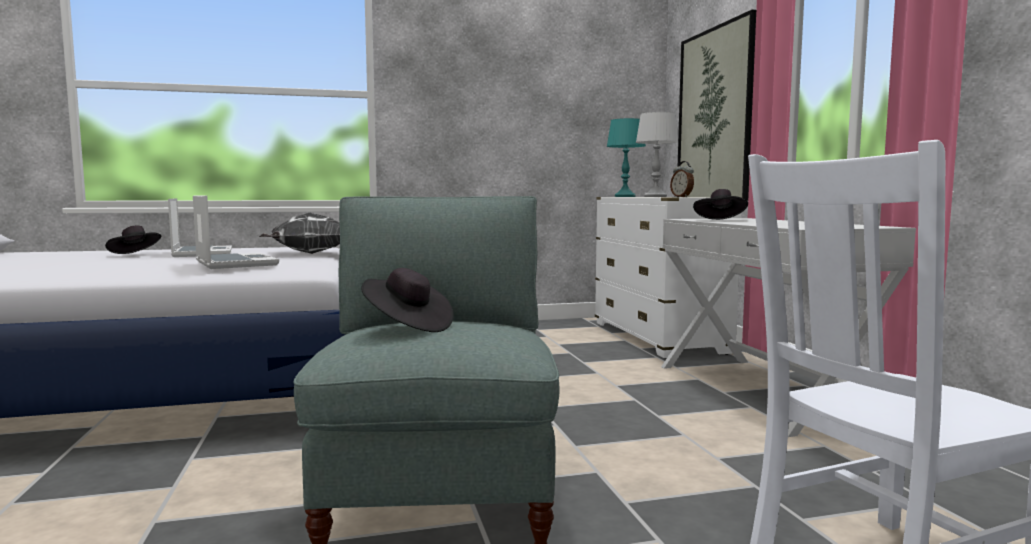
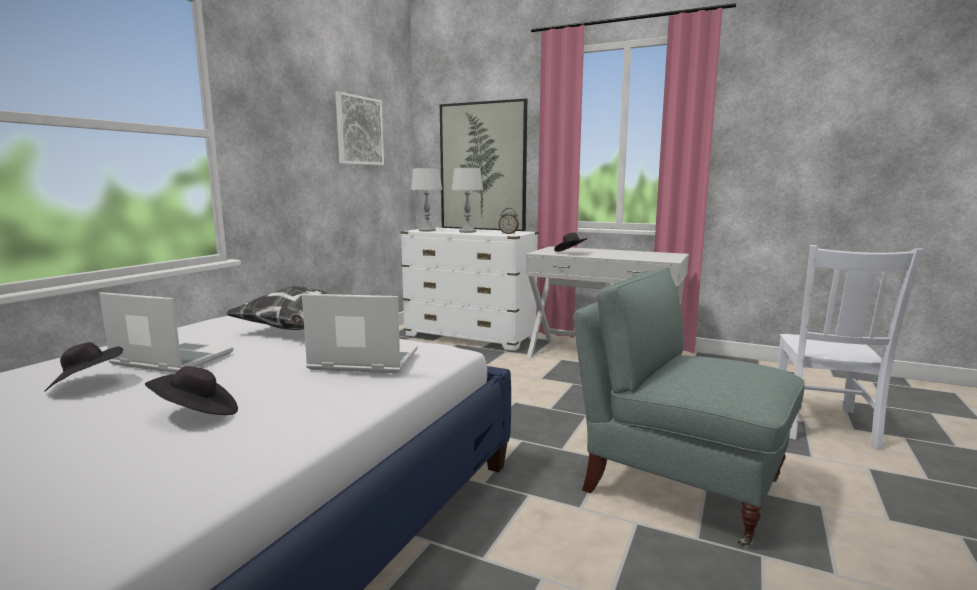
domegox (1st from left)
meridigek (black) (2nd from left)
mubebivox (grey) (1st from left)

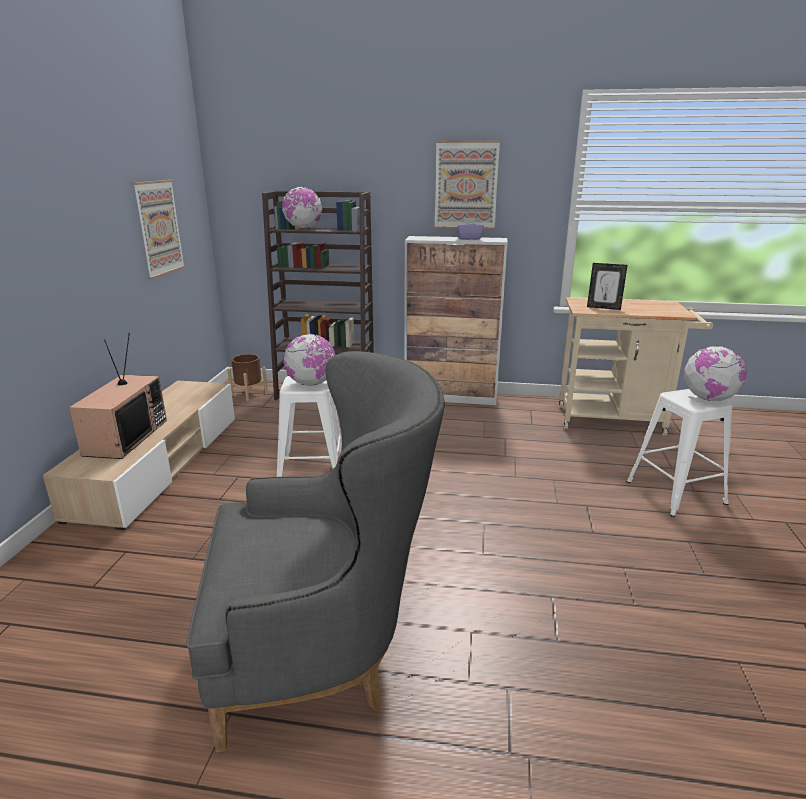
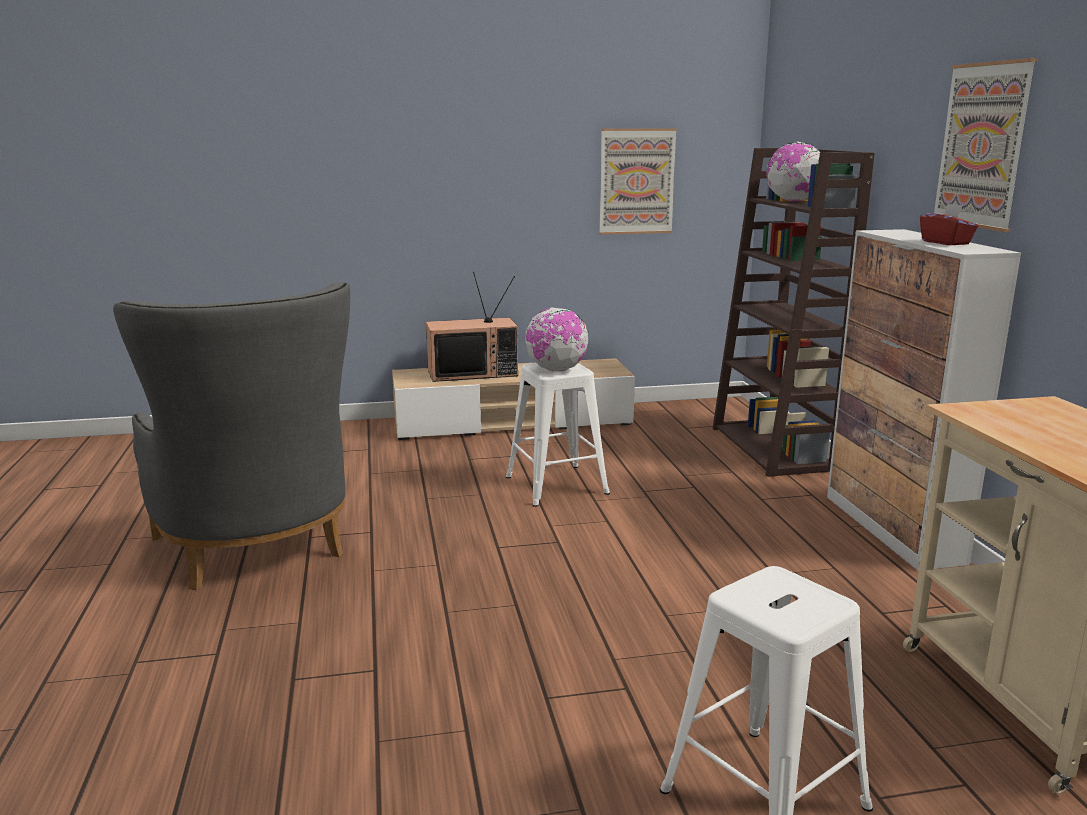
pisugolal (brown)
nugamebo
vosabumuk (3rd from left in the first image)
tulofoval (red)

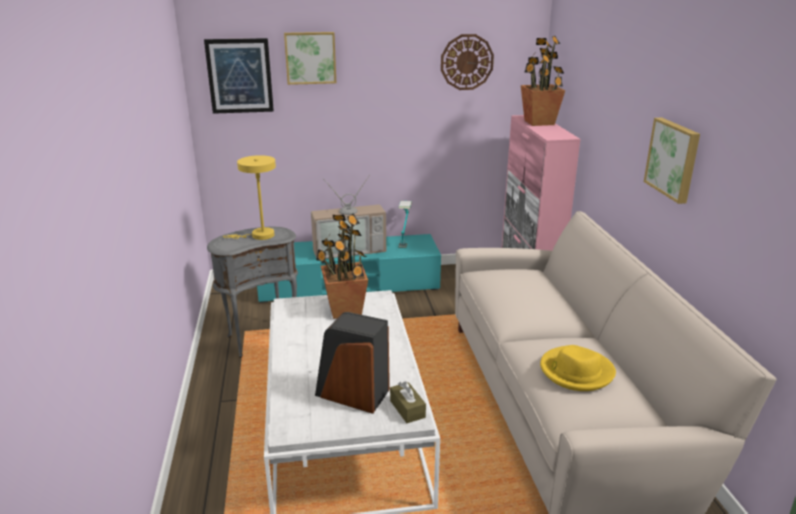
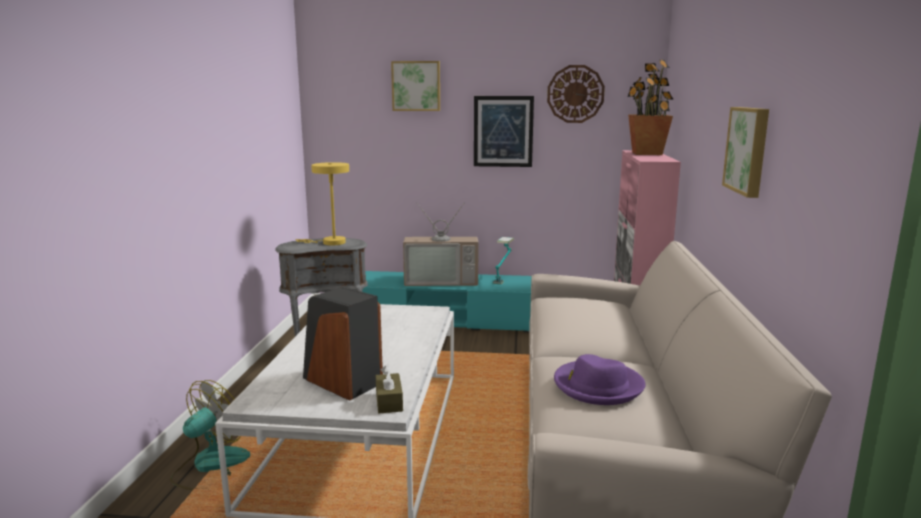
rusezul (1st from left in the first image)
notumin
domegox (2nd from left)
meridigek (purple)

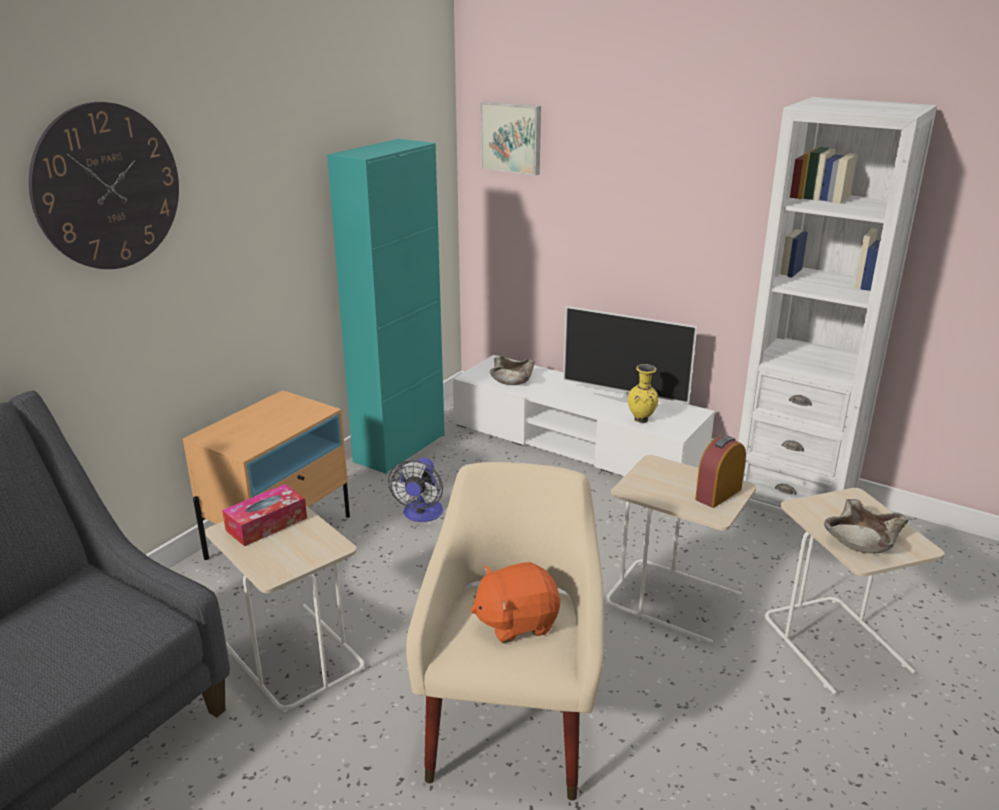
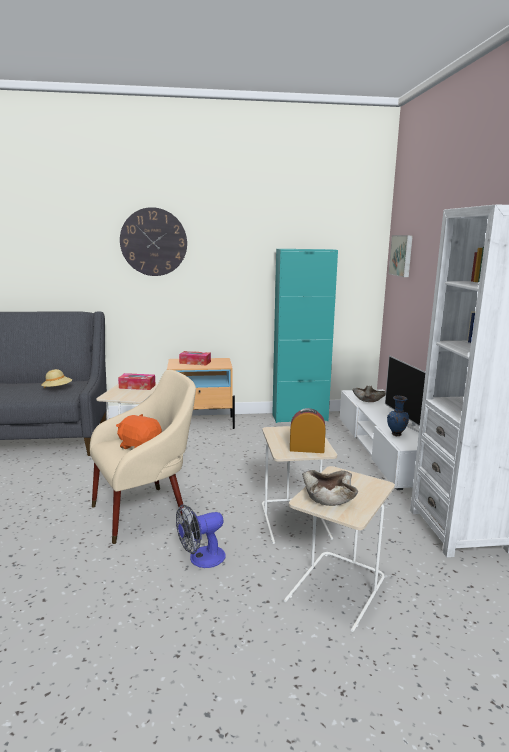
meridigek (beige)
tulofoval (2nd from left)
notumin
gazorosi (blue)

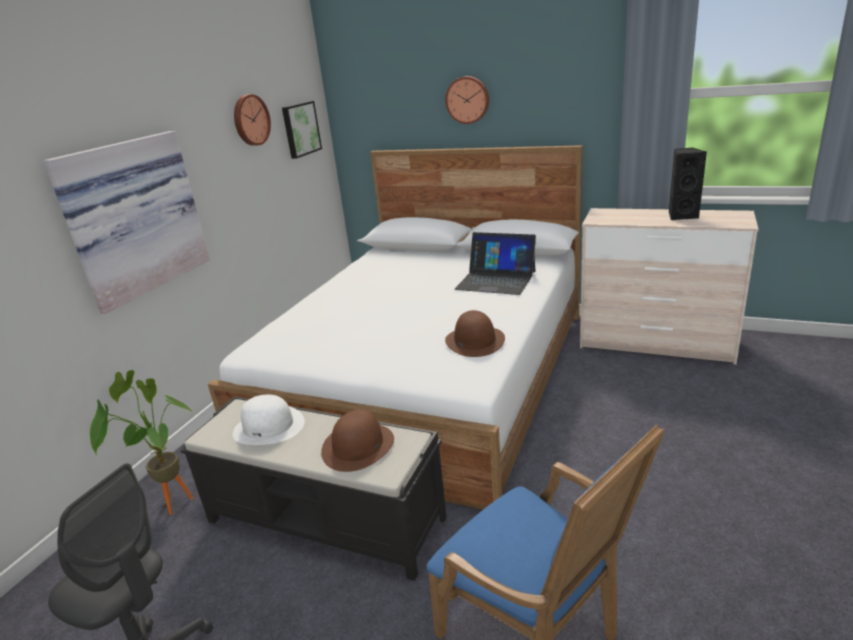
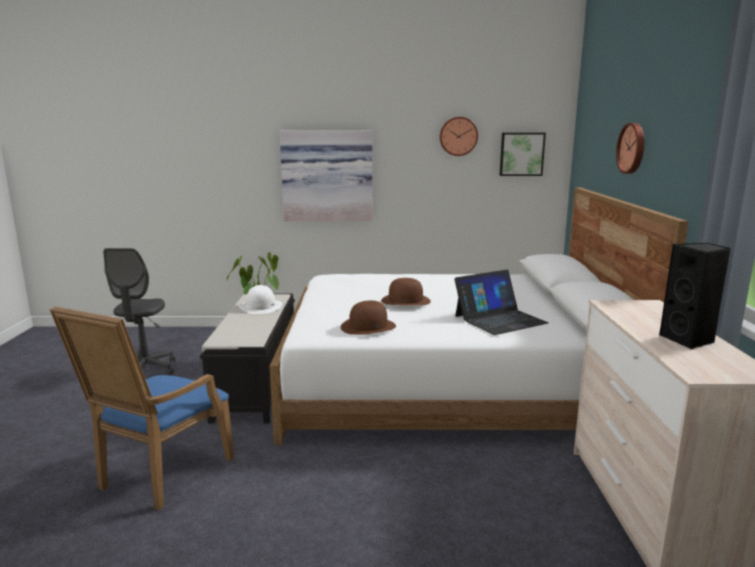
meridigek (brown) (2nd from left)
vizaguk

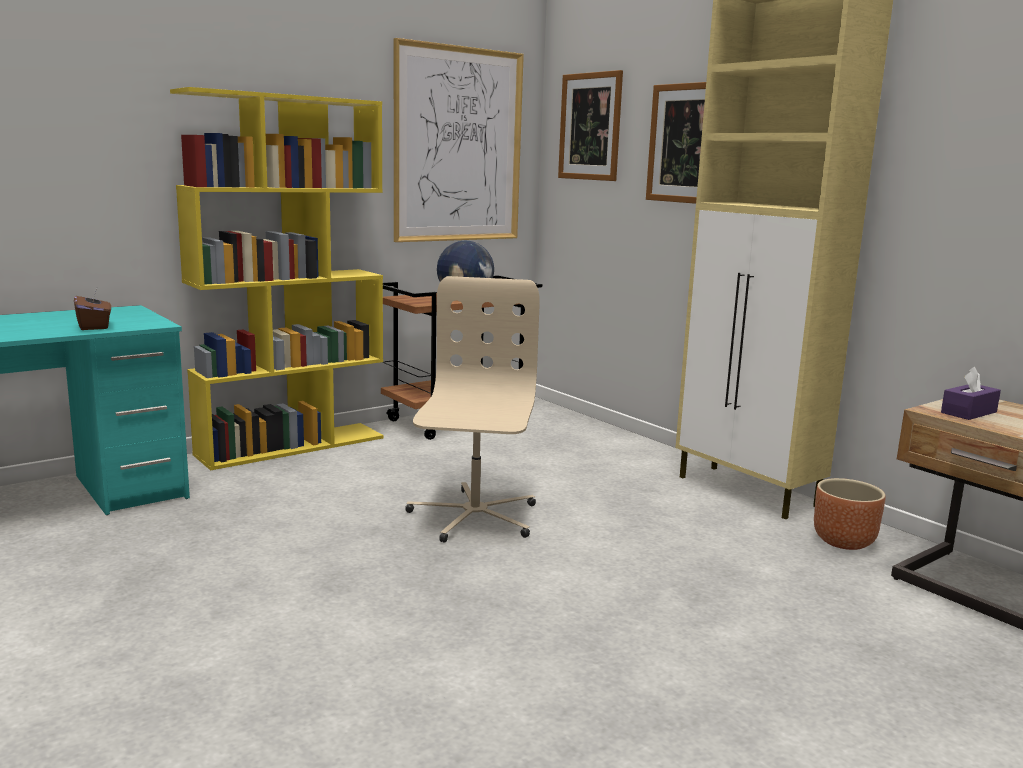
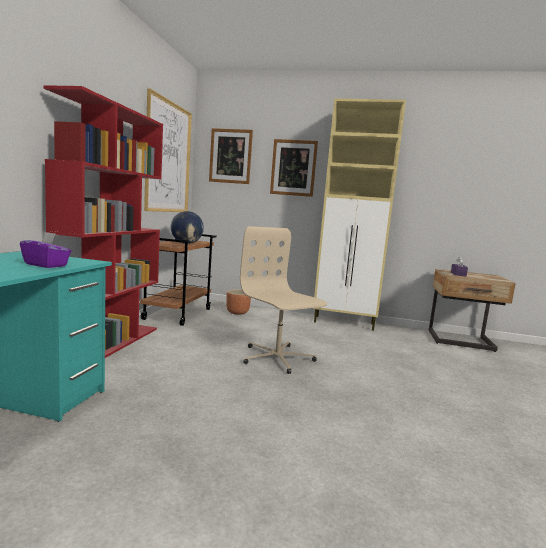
pisugolal (brown)
tulofoval (purple) (1st from left)
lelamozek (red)

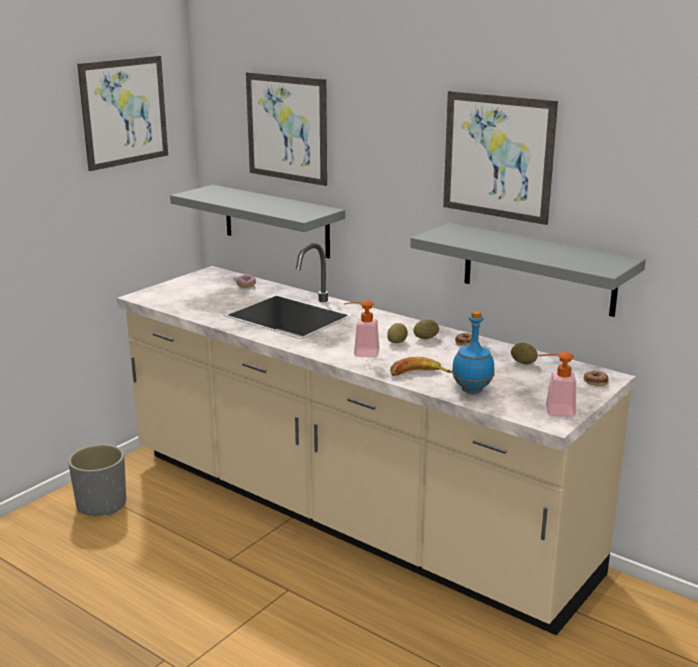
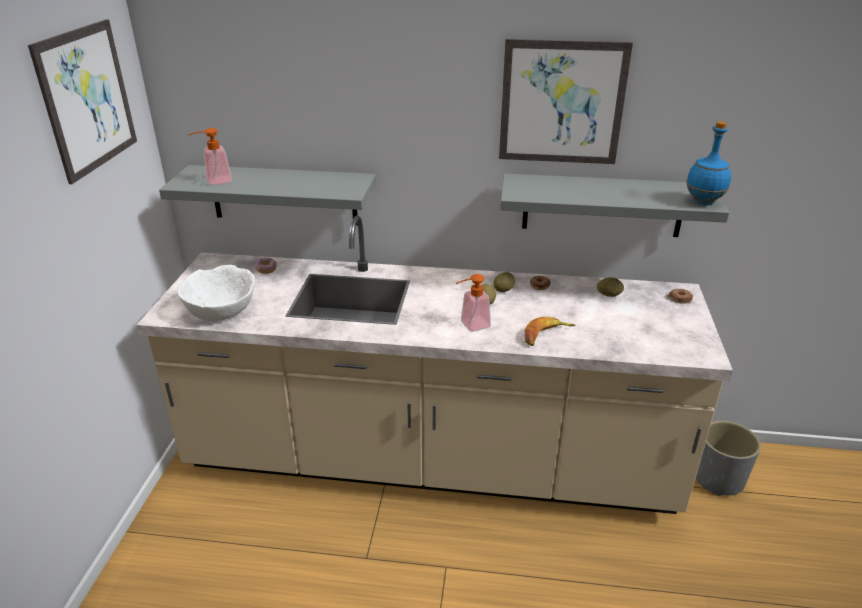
domegox (2nd from left in the first image)
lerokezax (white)
pisugolal (grey)
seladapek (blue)
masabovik (1st from left)

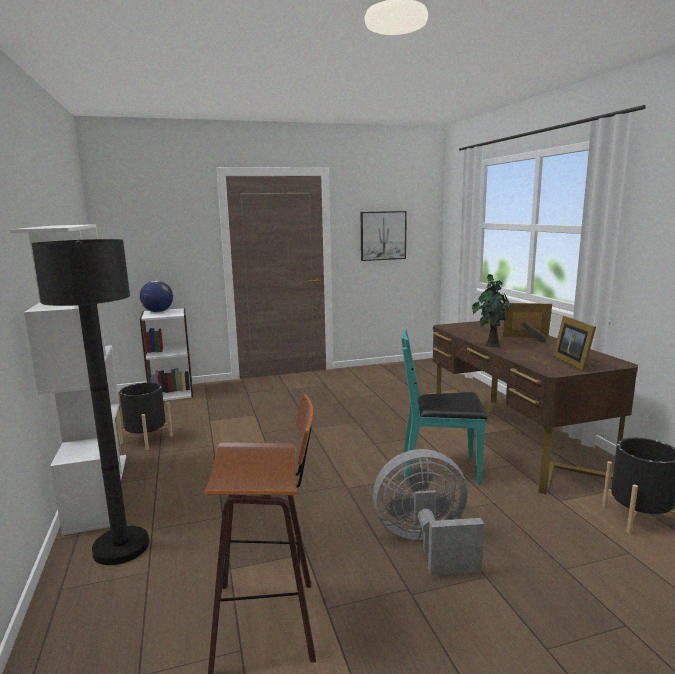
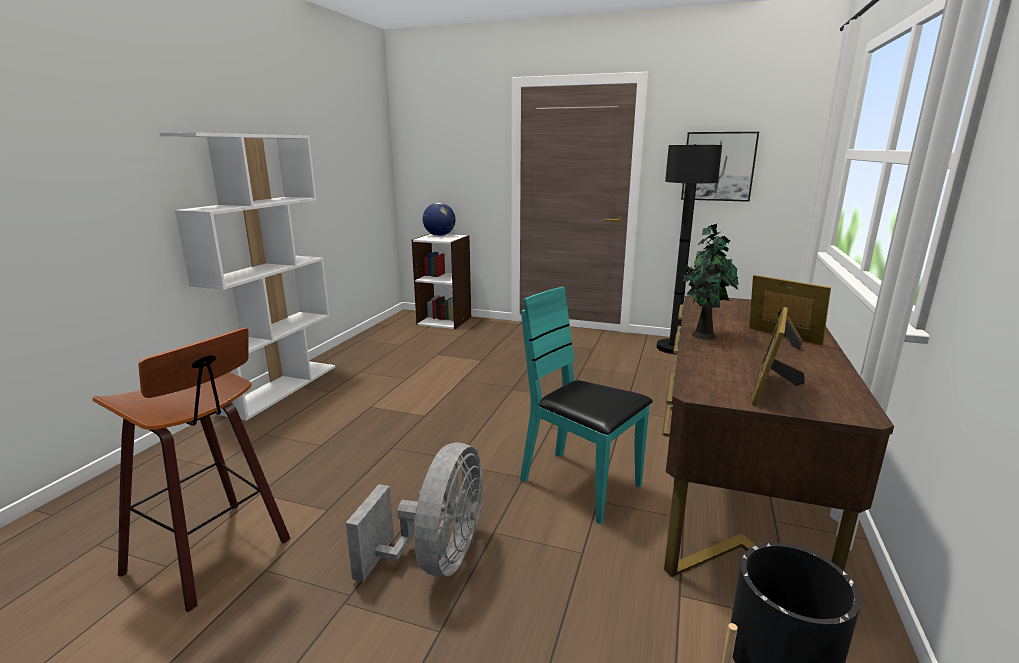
pisugolal (black) (1st from left in the first image)
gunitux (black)
notumin (grey)

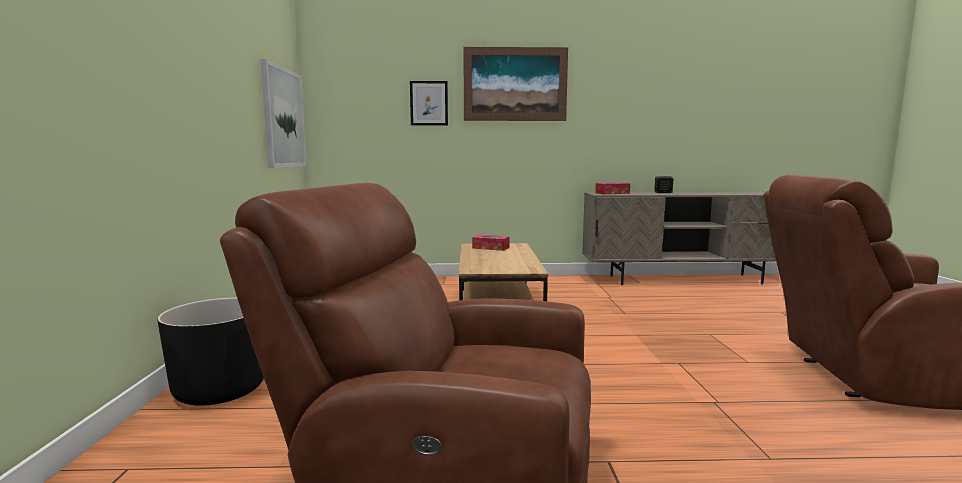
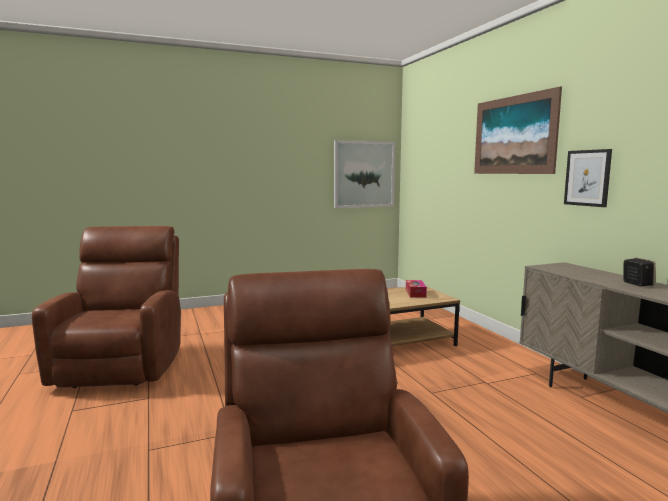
pisugolal (black)
tulofoval (2nd from left in the first image)
domegox (3rd from left)

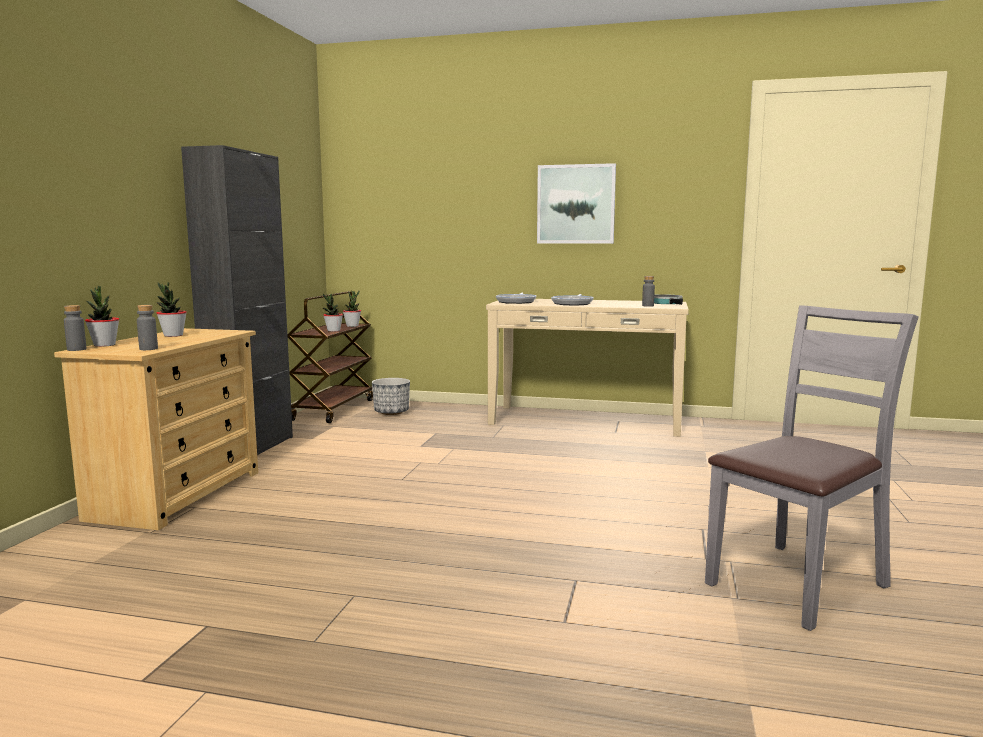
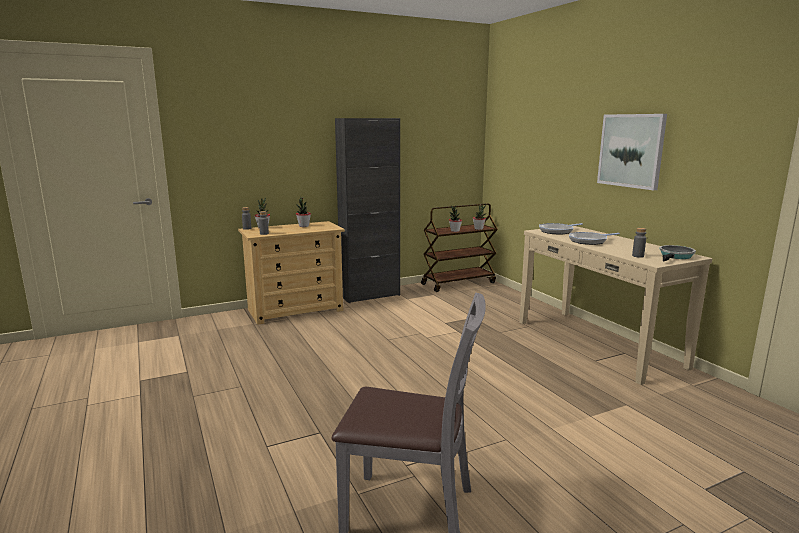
pisugolal

